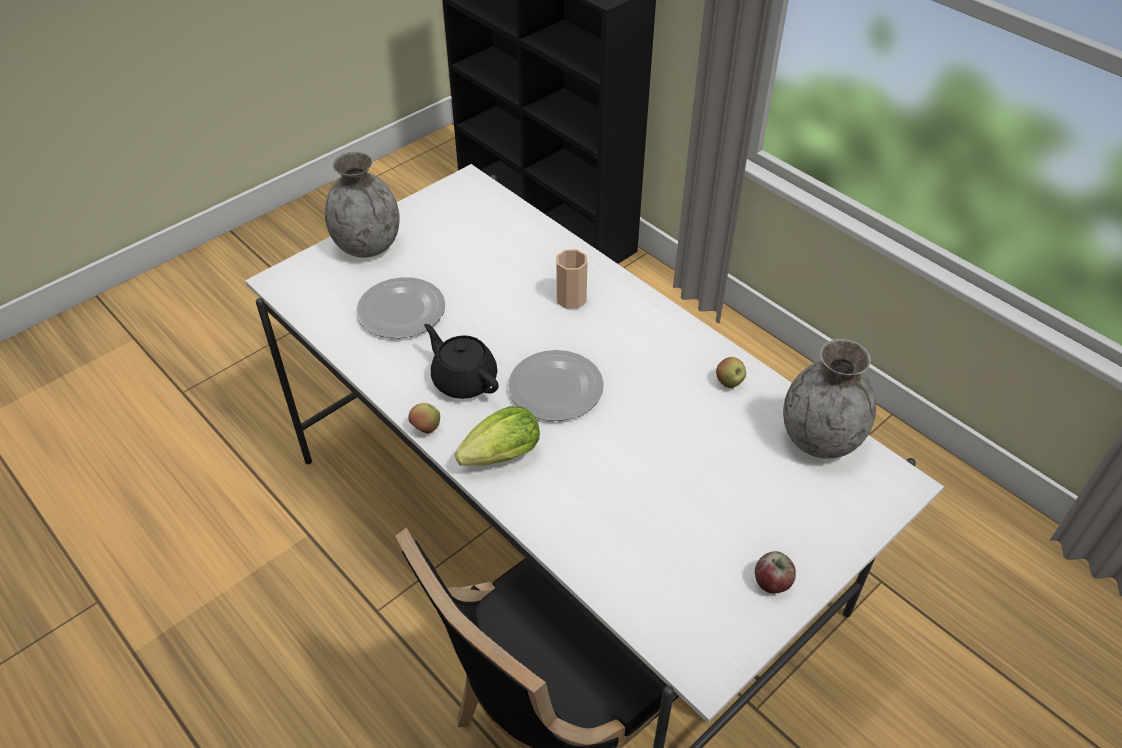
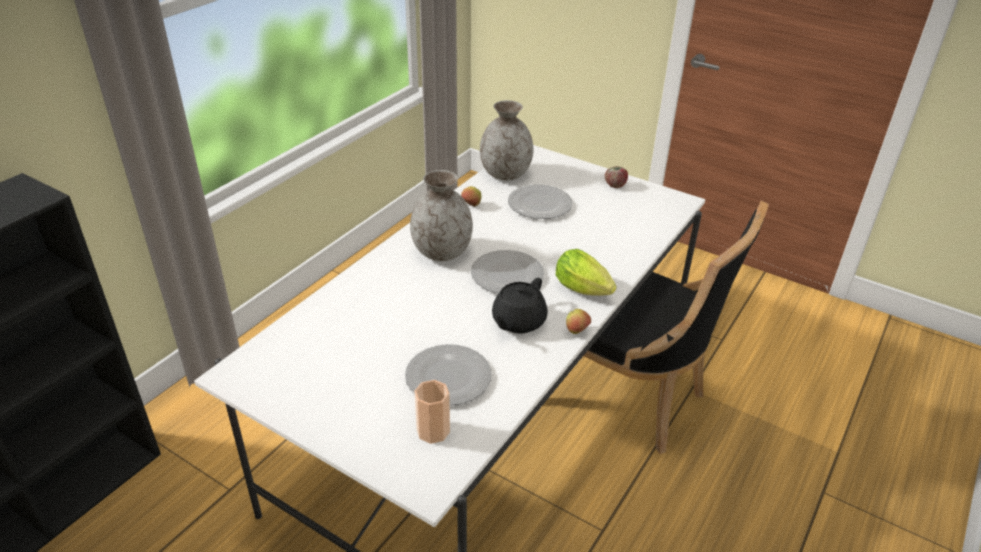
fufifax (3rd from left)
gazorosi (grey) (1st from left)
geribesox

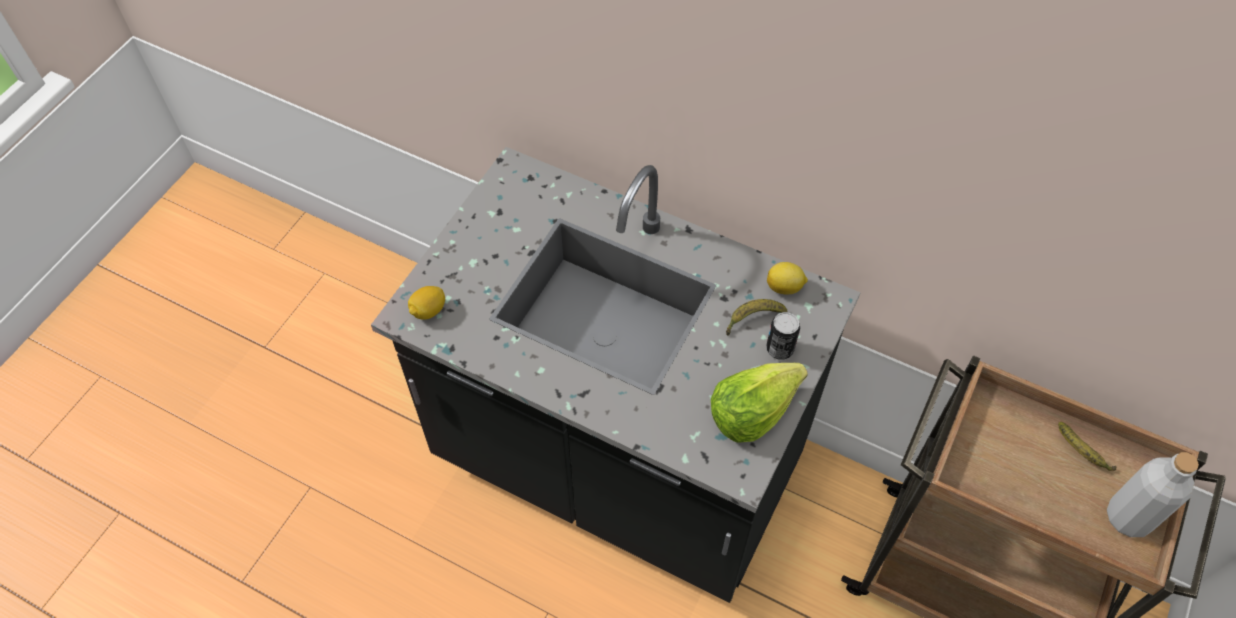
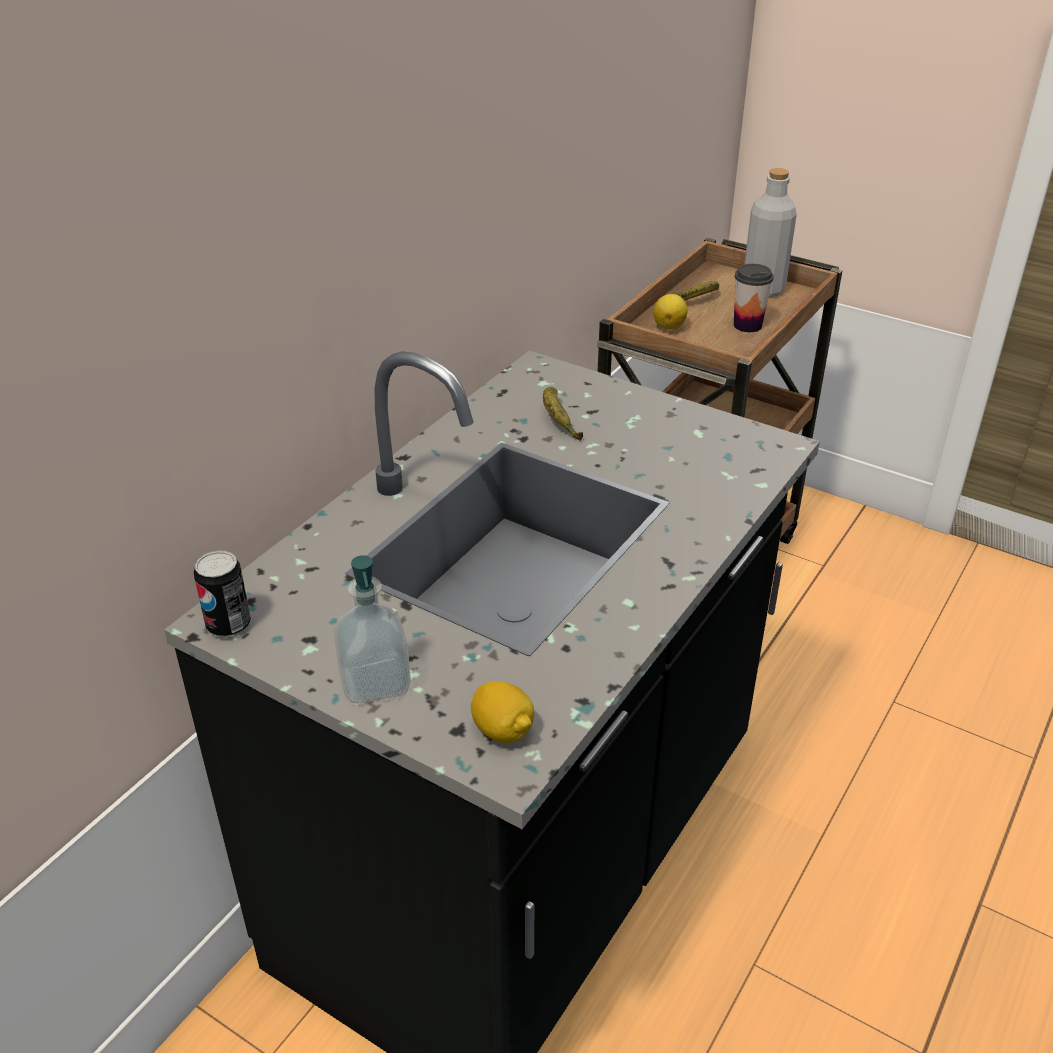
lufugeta
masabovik
geribesox
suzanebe
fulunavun (2nd from left)

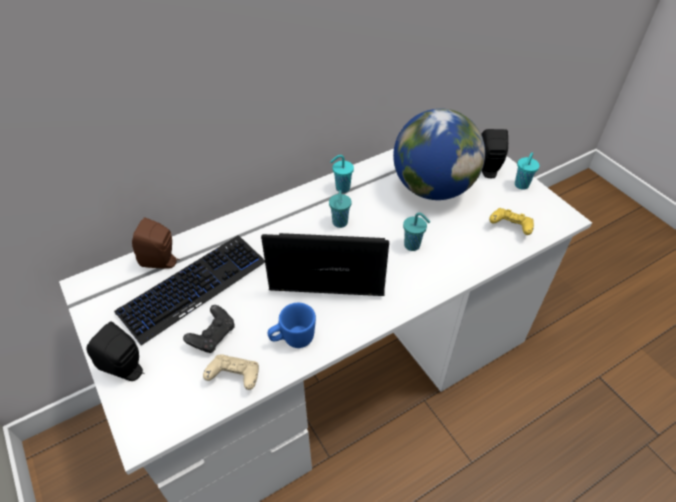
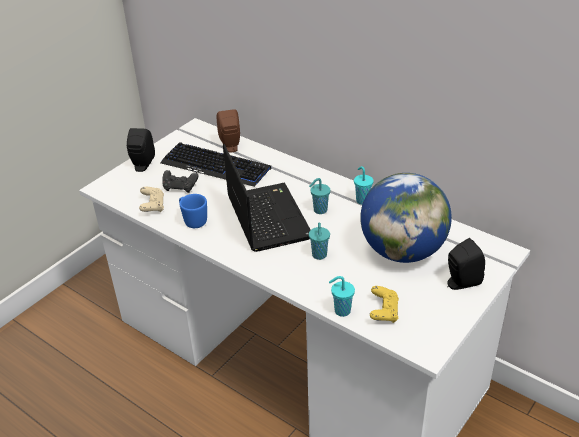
geribesox (turquoise) (3rd from left)

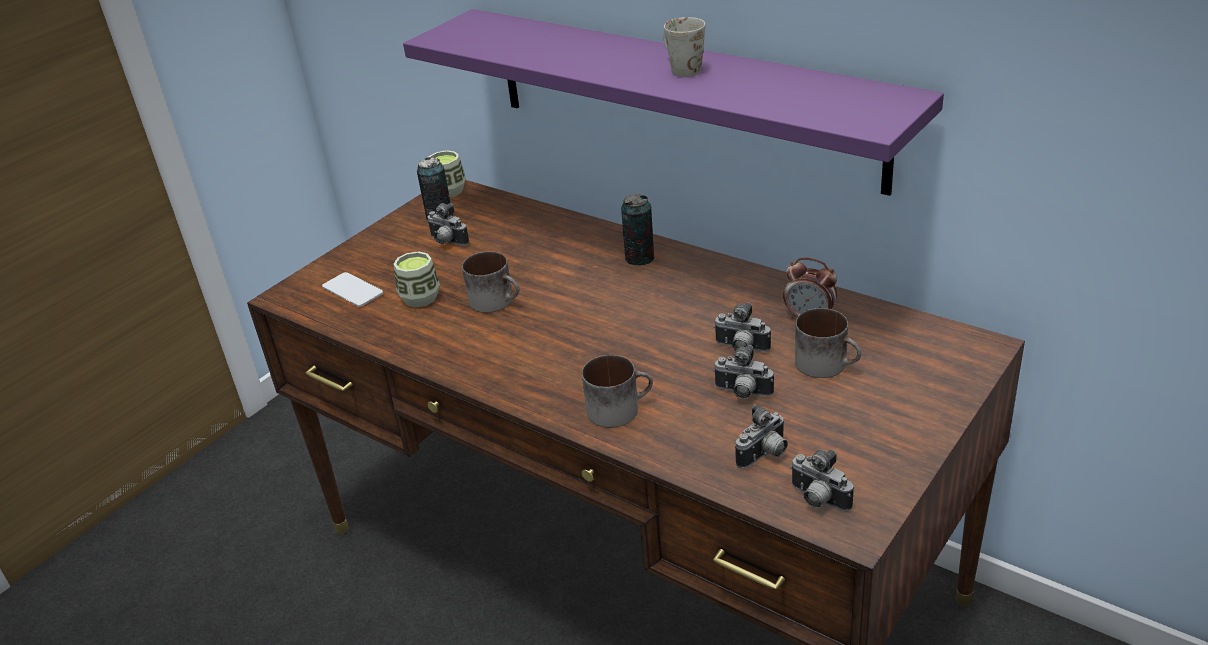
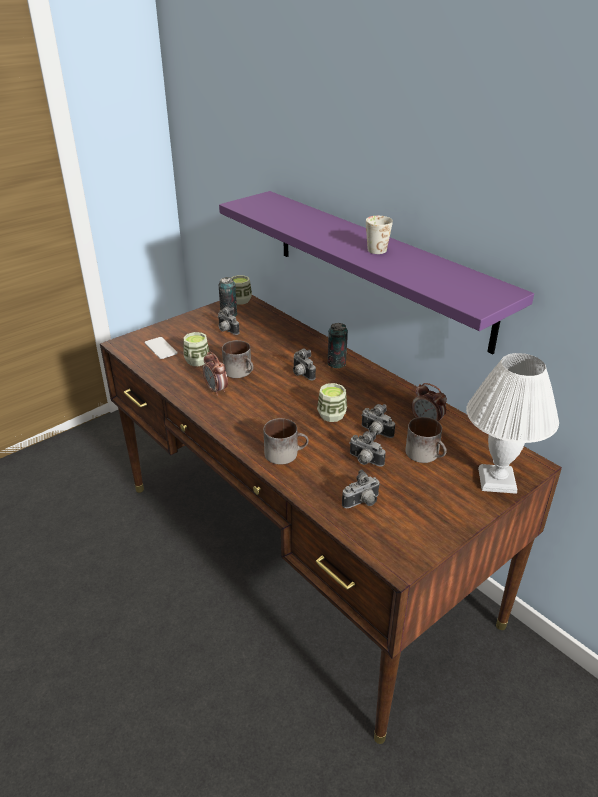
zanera (1st from left)
geribesox (3rd from left)
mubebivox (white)
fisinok (2nd from left)

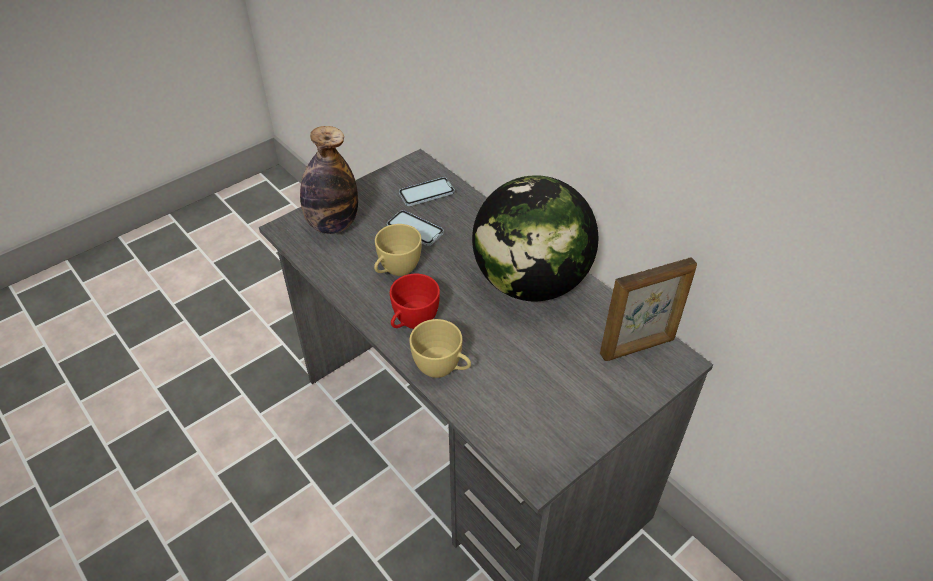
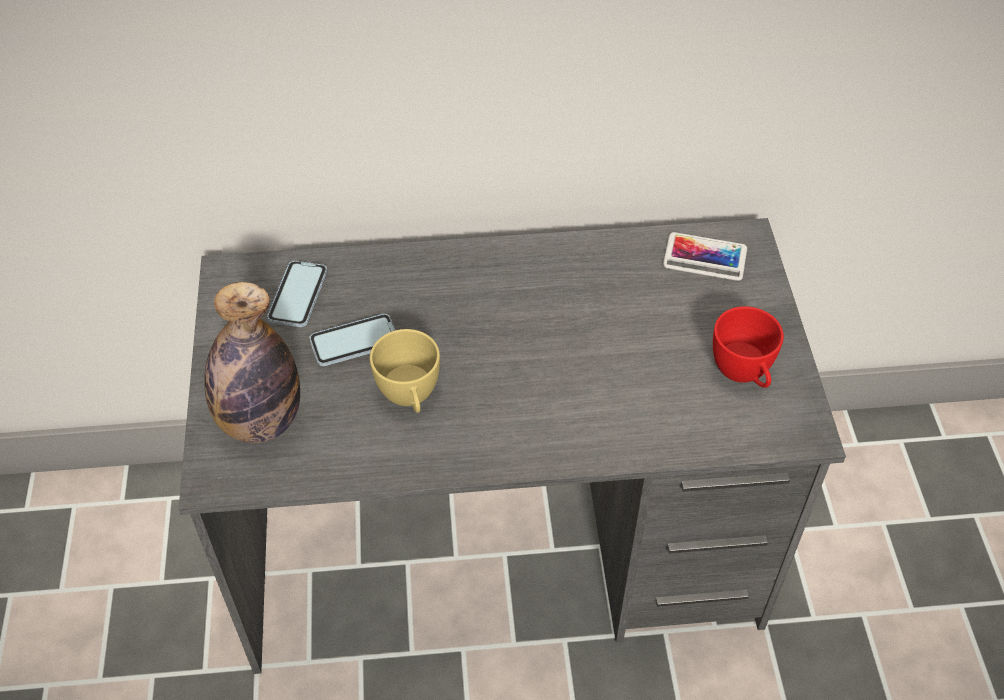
geribesox (yellow) (2nd from left in the first image)
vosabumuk
geribesox (red)
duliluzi (3rd from left)

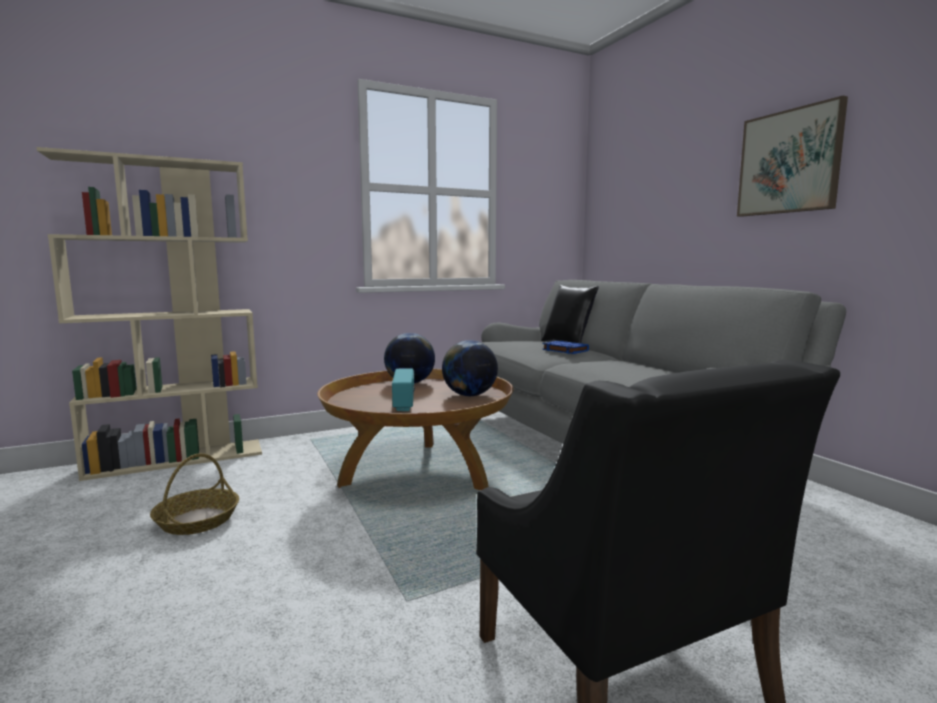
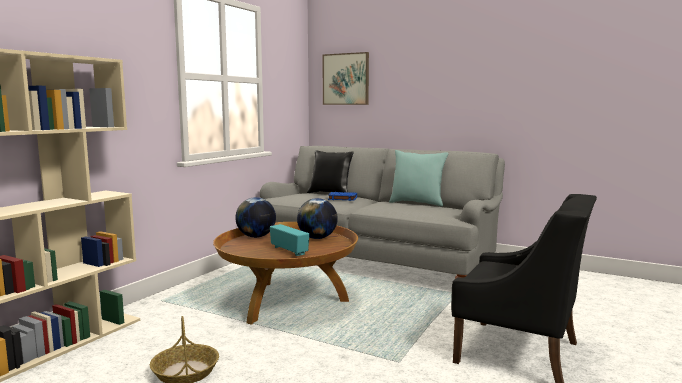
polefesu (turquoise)
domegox

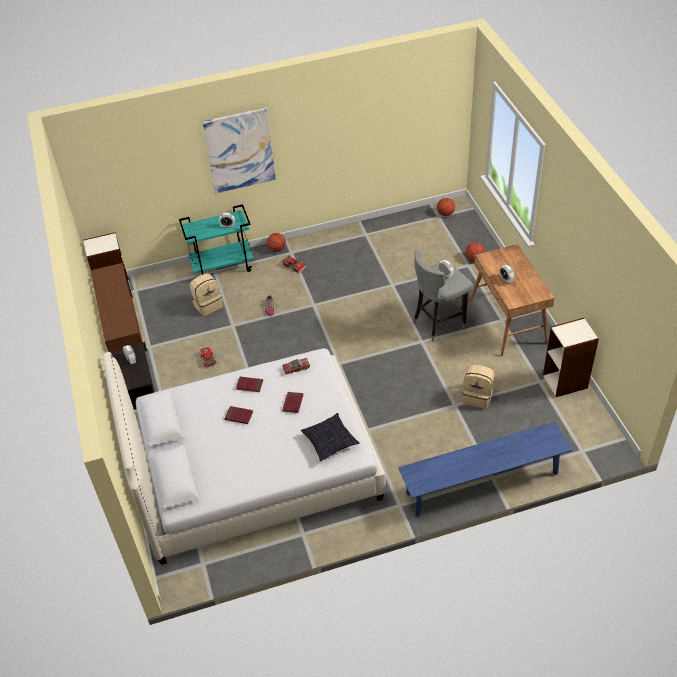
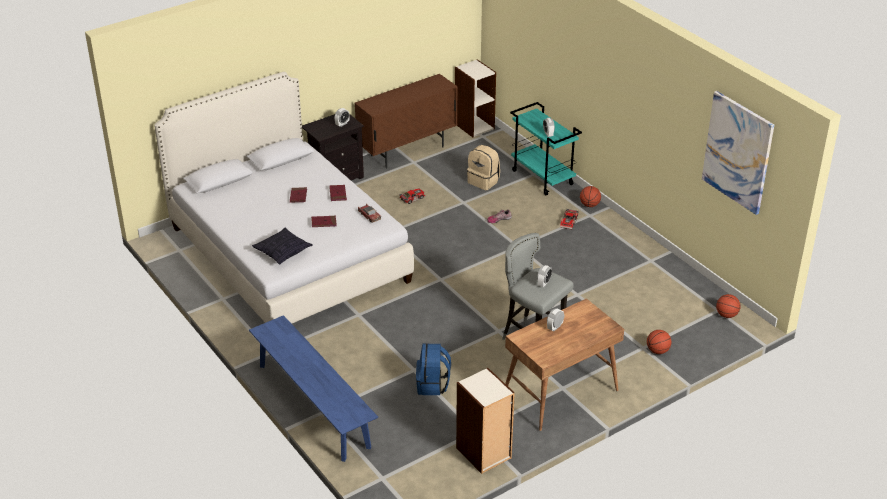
domegox
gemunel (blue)

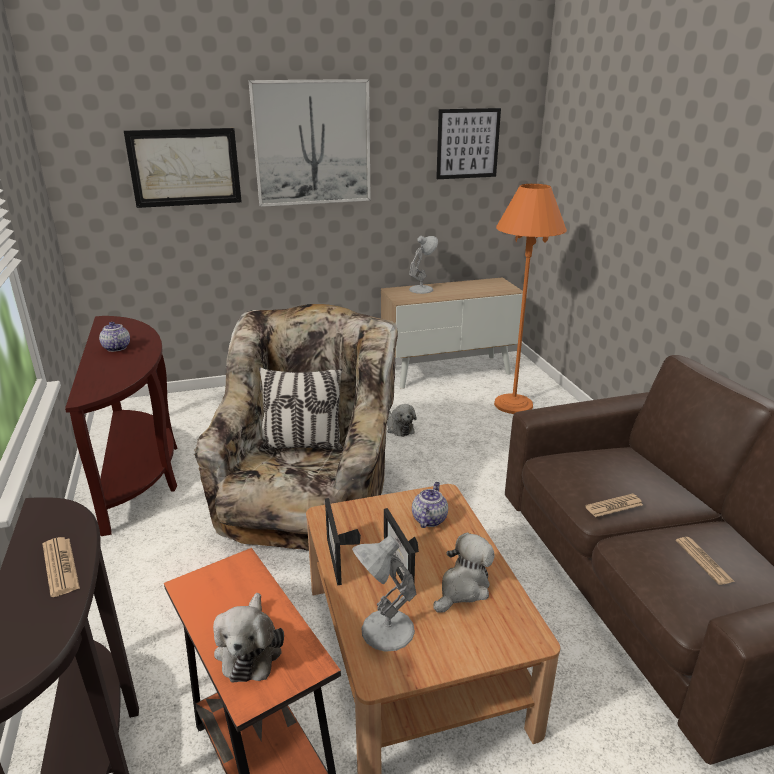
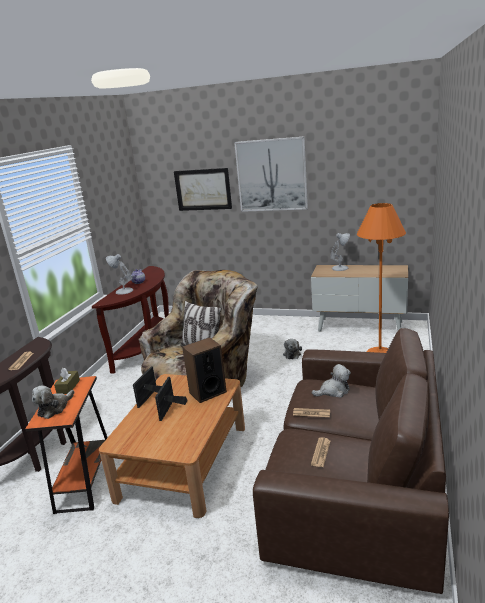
domegox (3rd from left in the first image)
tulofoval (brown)
mubebivox (white) (1st from left)
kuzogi (3rd from left)
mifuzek

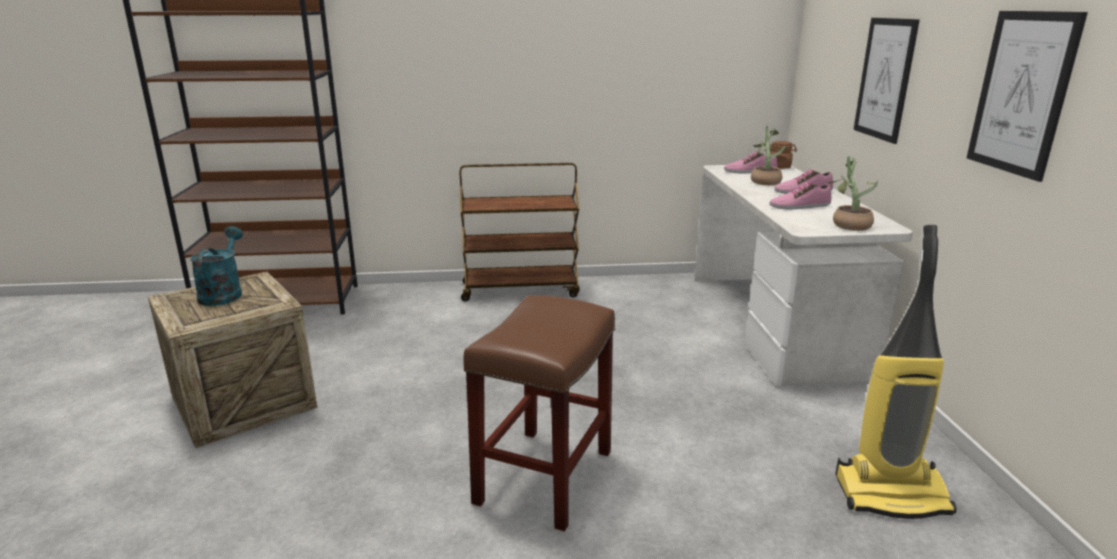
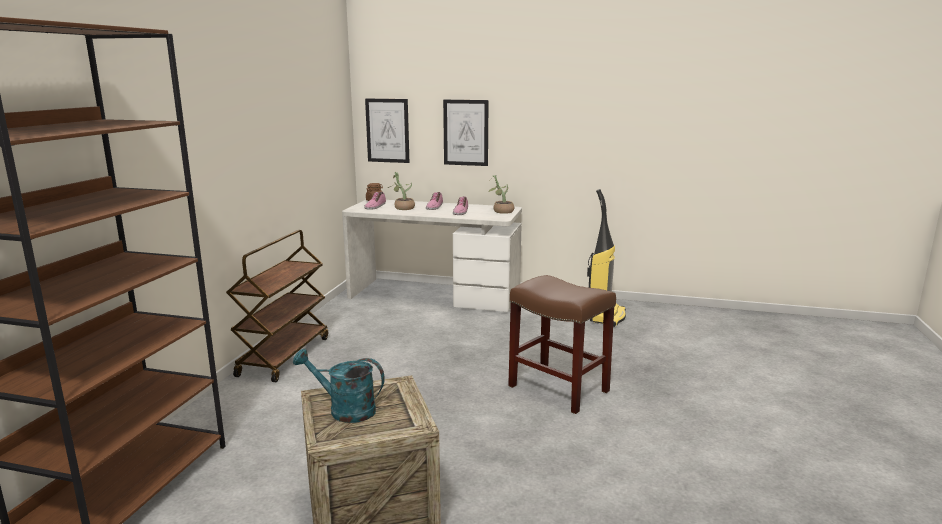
domegox (1st from left)

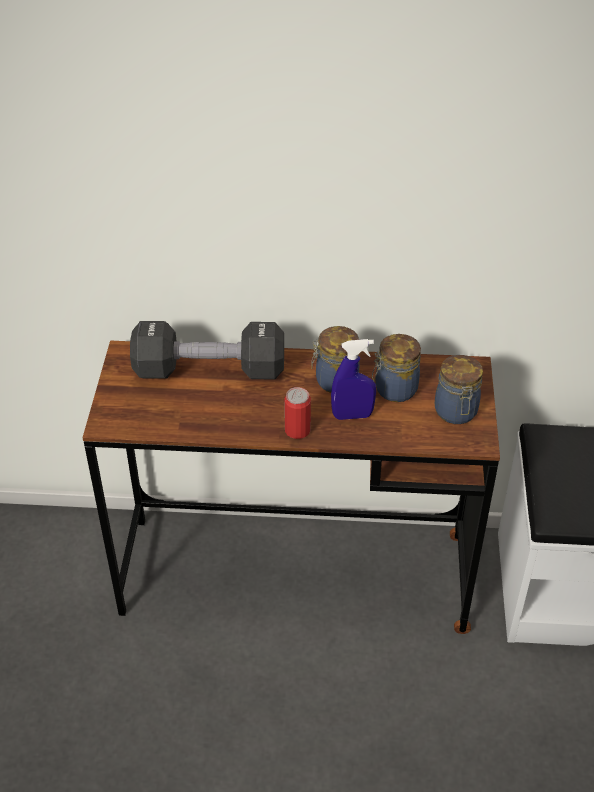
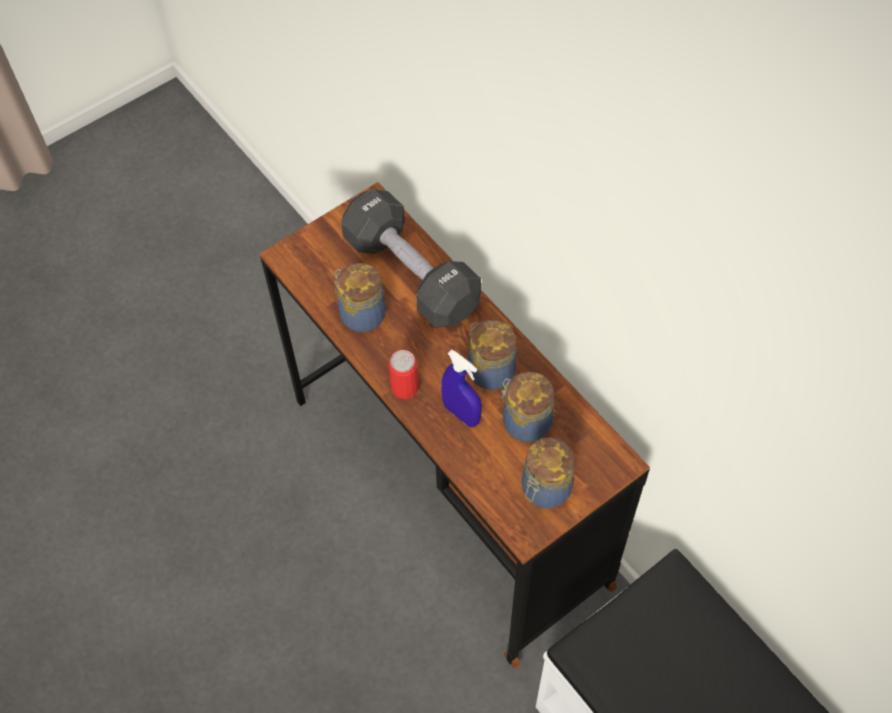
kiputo (1st from left)

